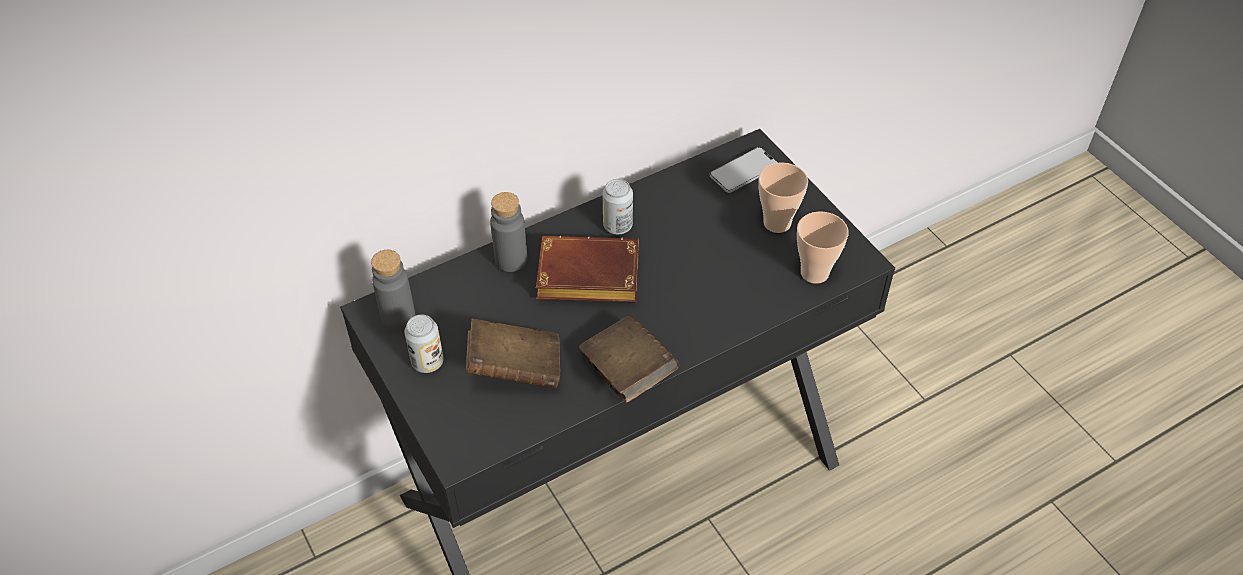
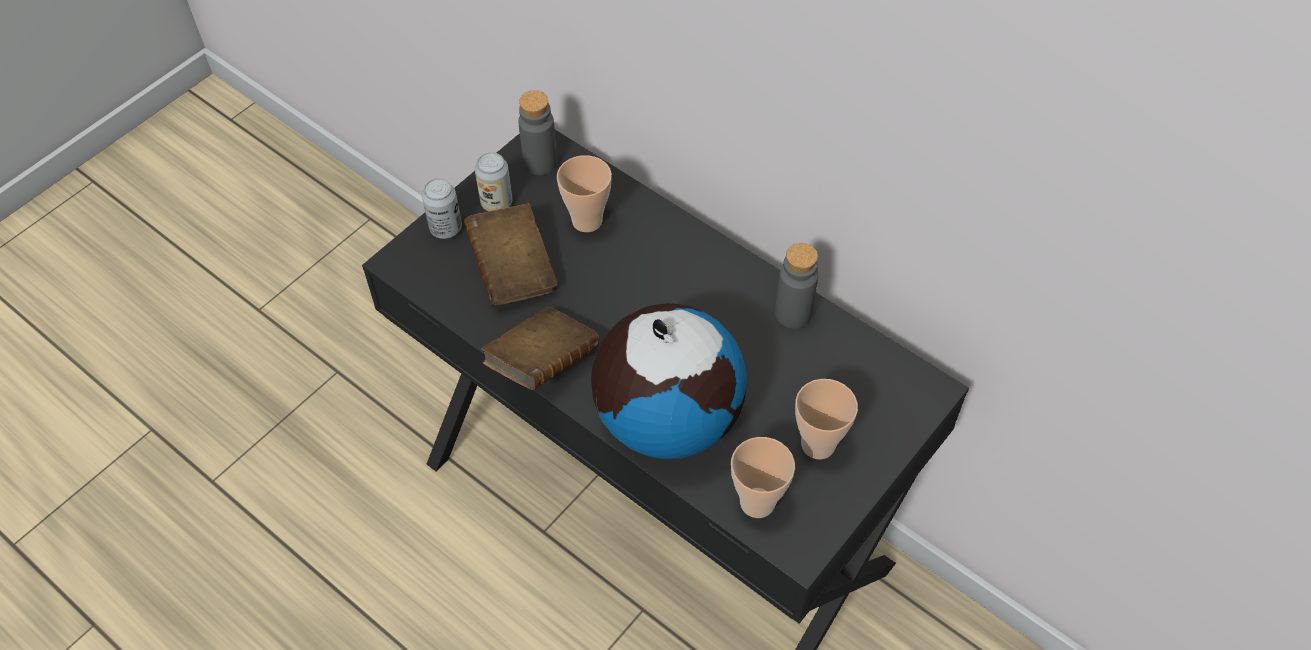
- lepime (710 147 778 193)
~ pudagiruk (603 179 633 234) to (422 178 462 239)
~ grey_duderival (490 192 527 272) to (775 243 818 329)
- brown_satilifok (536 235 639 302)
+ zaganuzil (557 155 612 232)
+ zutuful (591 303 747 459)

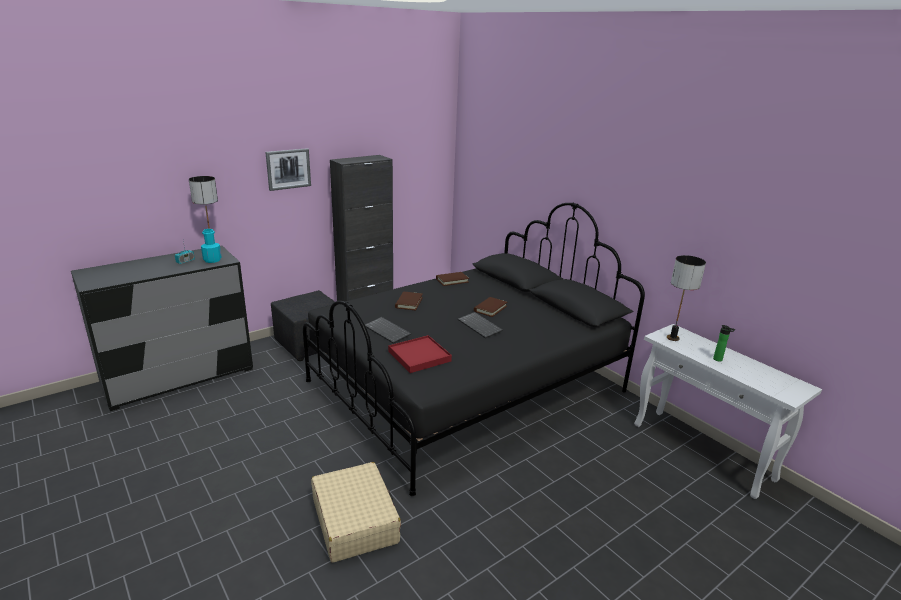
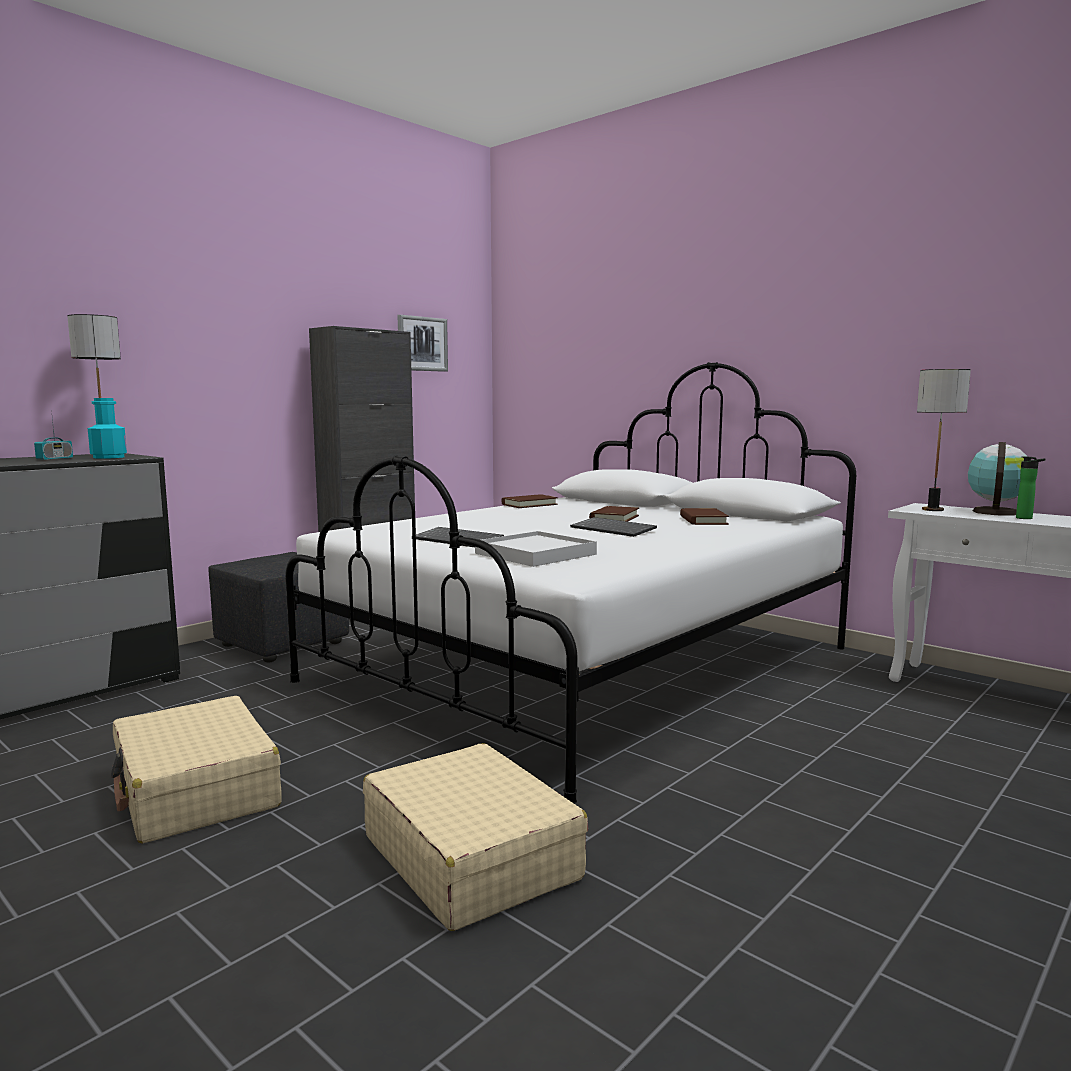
~ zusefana (265 148 311 191) to (398 315 448 372)
~ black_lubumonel (303 202 645 496) to white_lubumonel (285 362 856 804)
~ brown_satilifok (395 292 423 310) to (680 508 729 525)
~ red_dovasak (388 335 452 373) to white_dovasak (475 531 597 567)
+ zutuful (968 442 1028 516)
+ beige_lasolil (111 696 281 844)

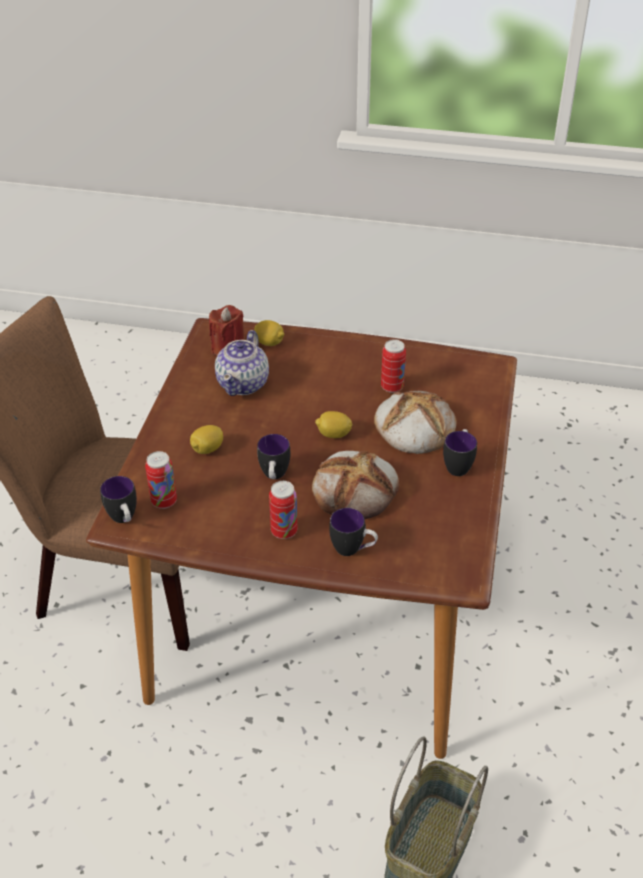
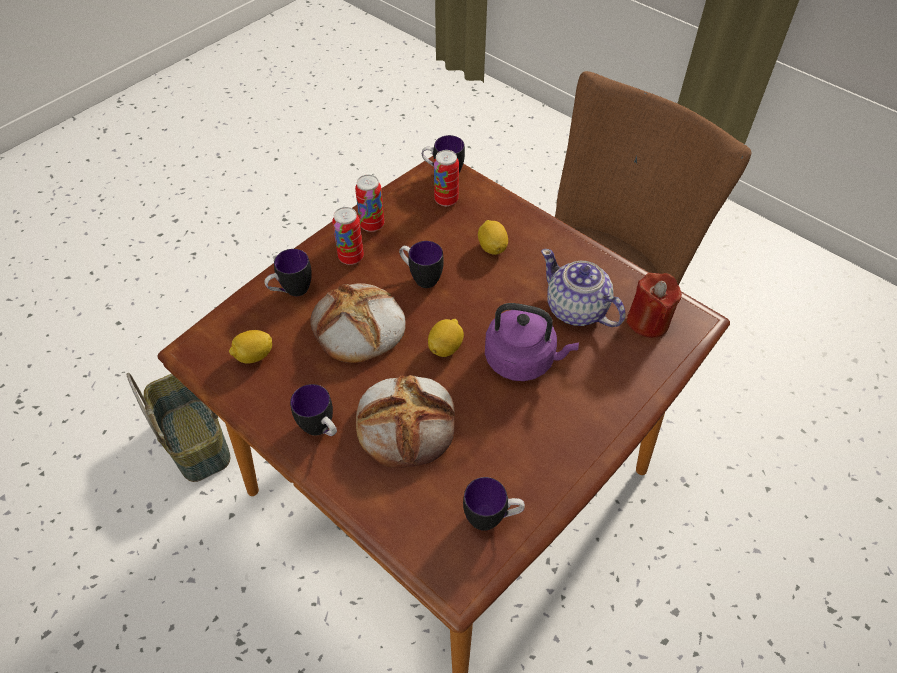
~ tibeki (254 320 284 346) to (229 330 272 364)
~ pudagiruk (381 339 406 393) to (355 175 384 232)
+ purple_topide (485 303 579 381)
+ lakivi (463 477 525 531)

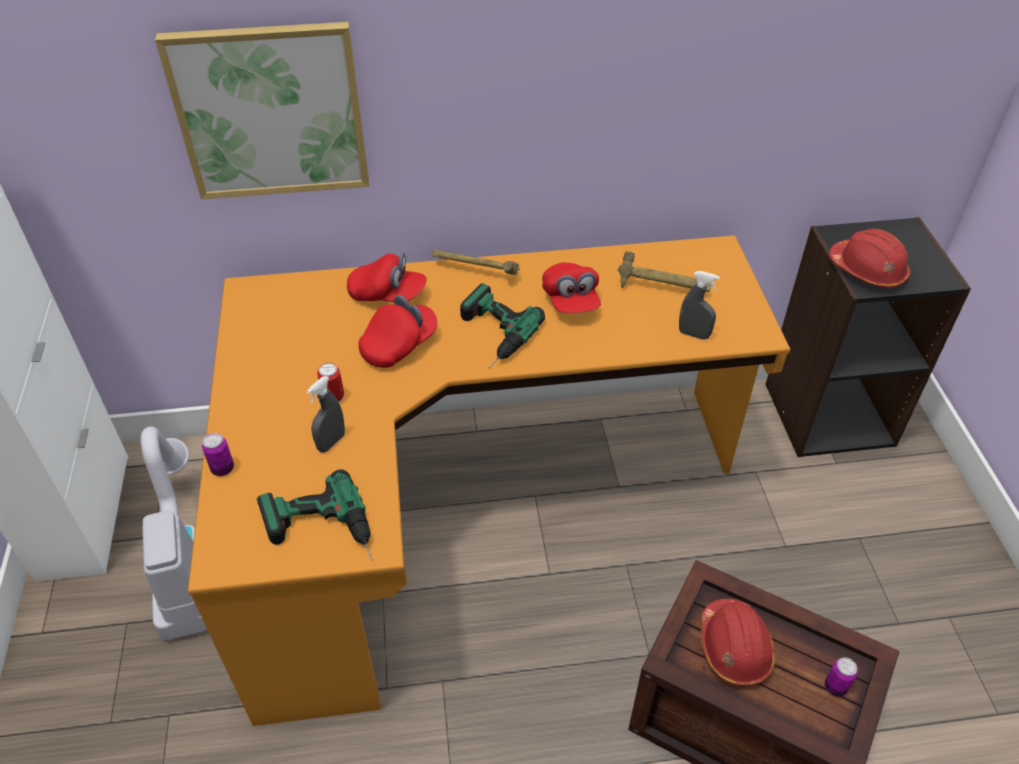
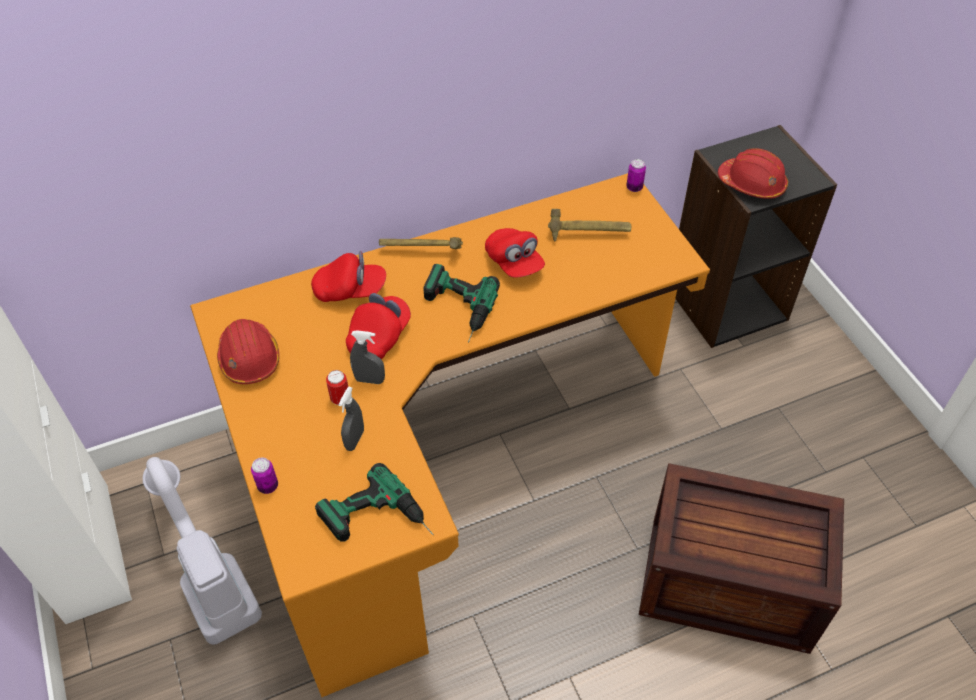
- zusefana (155 22 369 200)
~ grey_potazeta (679 271 720 340) to (350 330 385 384)
~ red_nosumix (701 599 775 687) to (217 319 280 384)
~ pudagiruk (825 657 858 697) to (626 159 646 192)

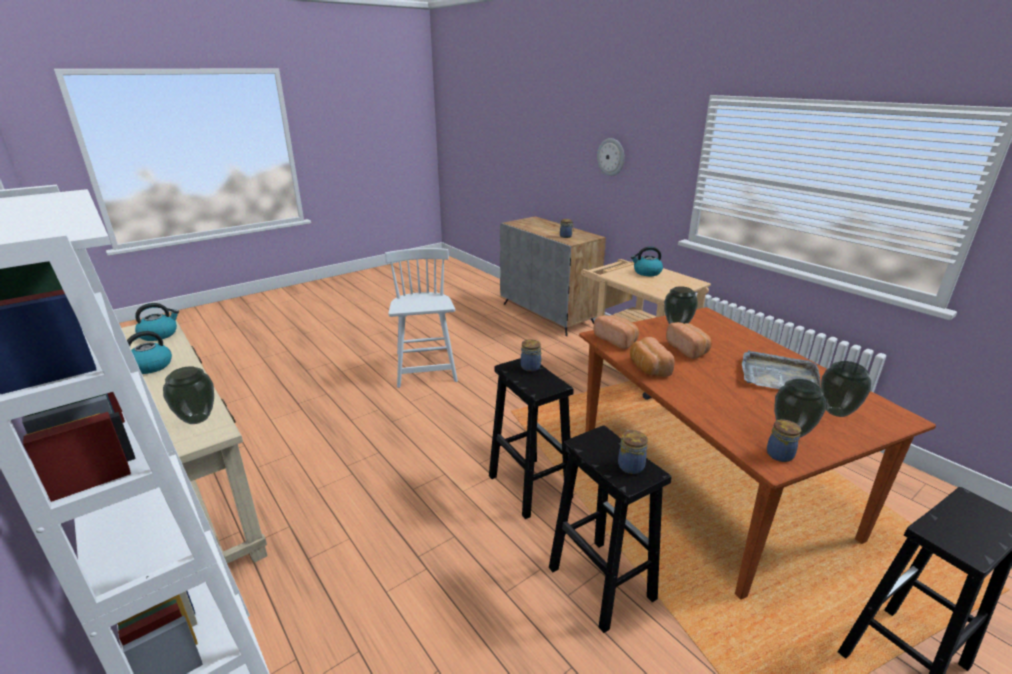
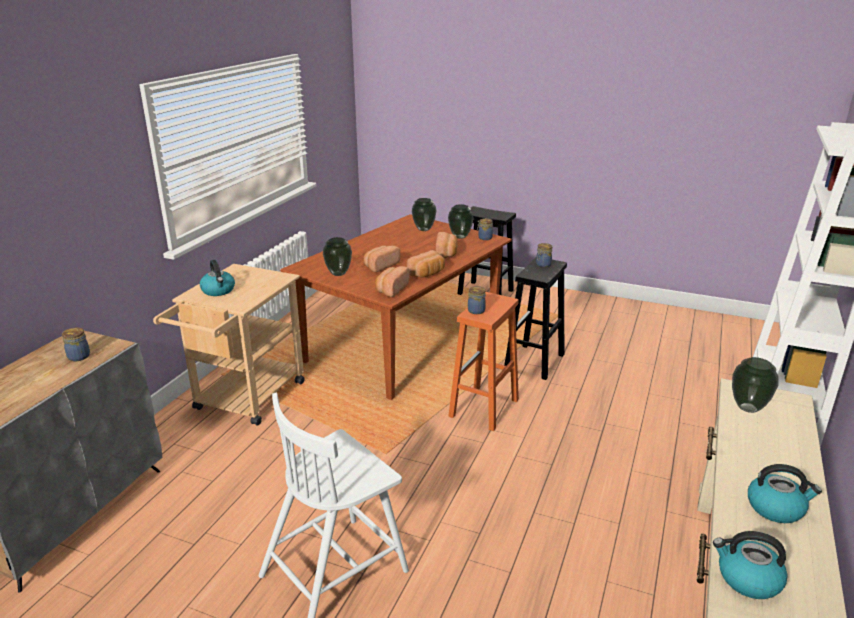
- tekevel (597 138 625 176)
- grey_dovasak (742 350 821 389)
~ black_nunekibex (489 358 574 519) to orange_nunekibex (448 292 519 431)
+ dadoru (436 232 458 258)

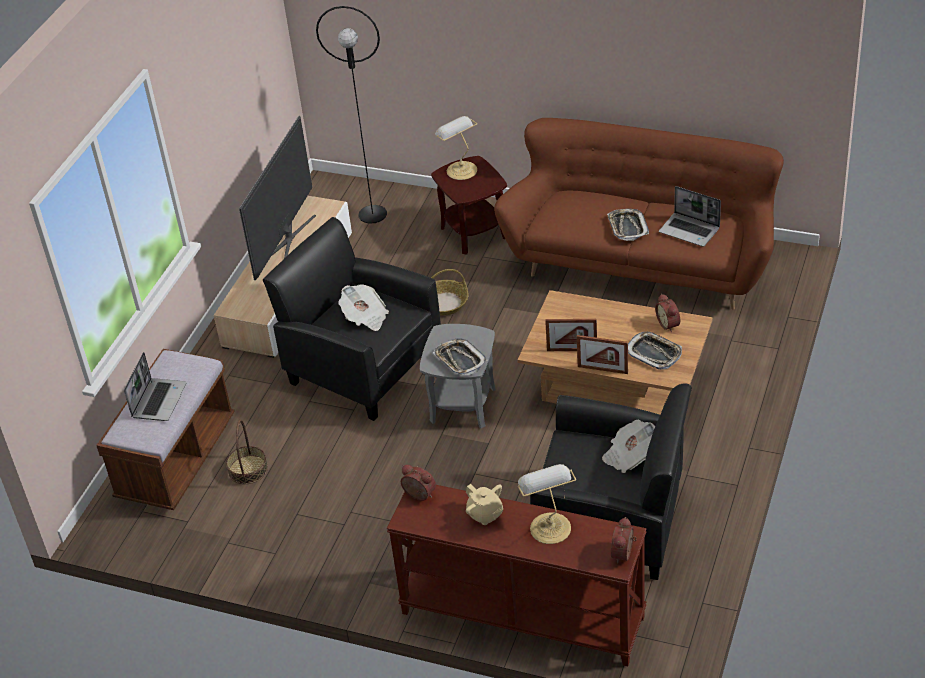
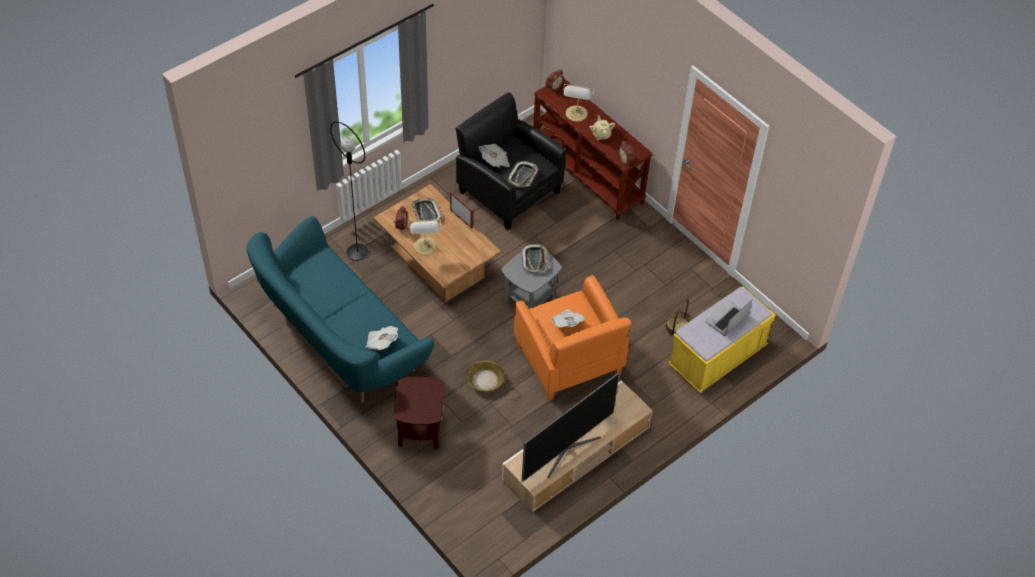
~ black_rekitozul (316 6 387 224) to (330 121 369 261)
~ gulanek (435 116 477 180) to (408 219 441 255)
~ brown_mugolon (494 118 784 310) to turquoise_mugolon (246 216 434 403)
- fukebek (659 186 721 247)
~ dovasak (607 209 649 241) to (508 161 539 187)
~ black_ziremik (263 217 441 421) to orange_ziremik (514 275 632 401)
- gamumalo (545 319 597 351)
~ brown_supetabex (96 349 235 510) to yellow_supetabex (668 287 776 393)
+ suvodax (366 326 398 350)

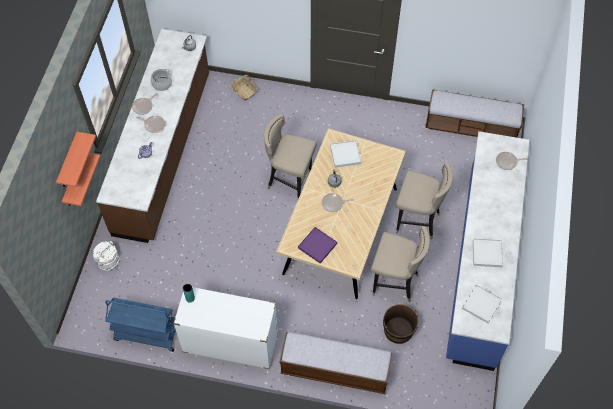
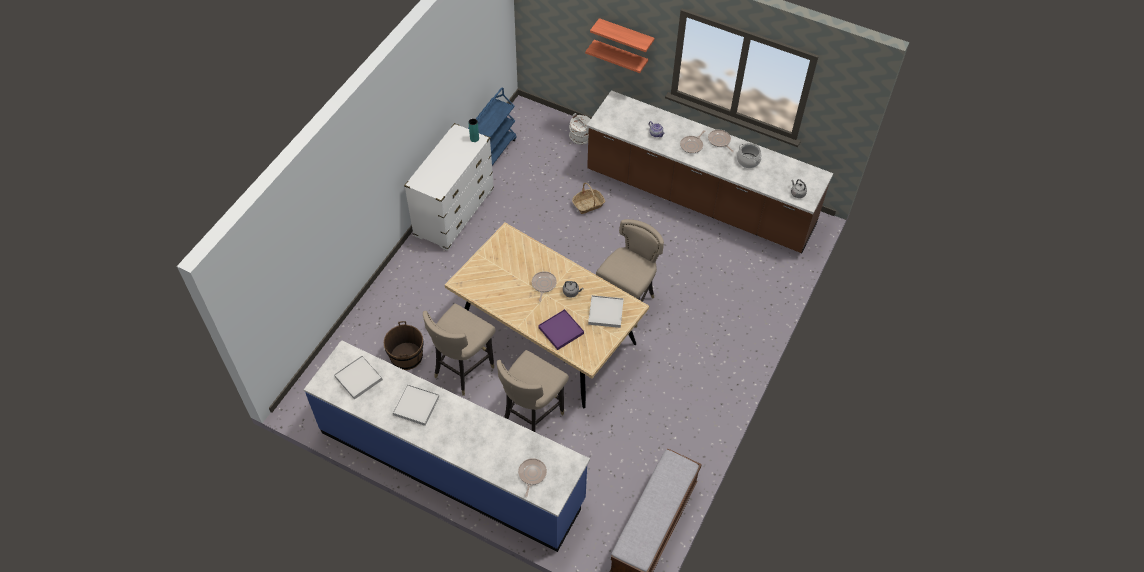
~ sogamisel (231 75 257 100) to (572 183 605 214)
~ purple_dovasak (298 227 337 263) to (538 309 584 350)
- supetabex (280 332 392 394)

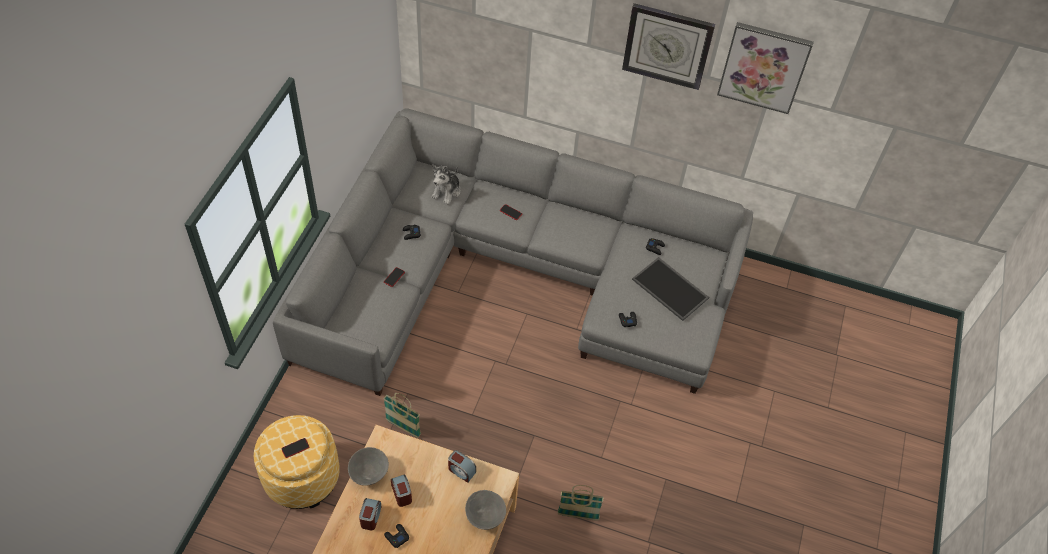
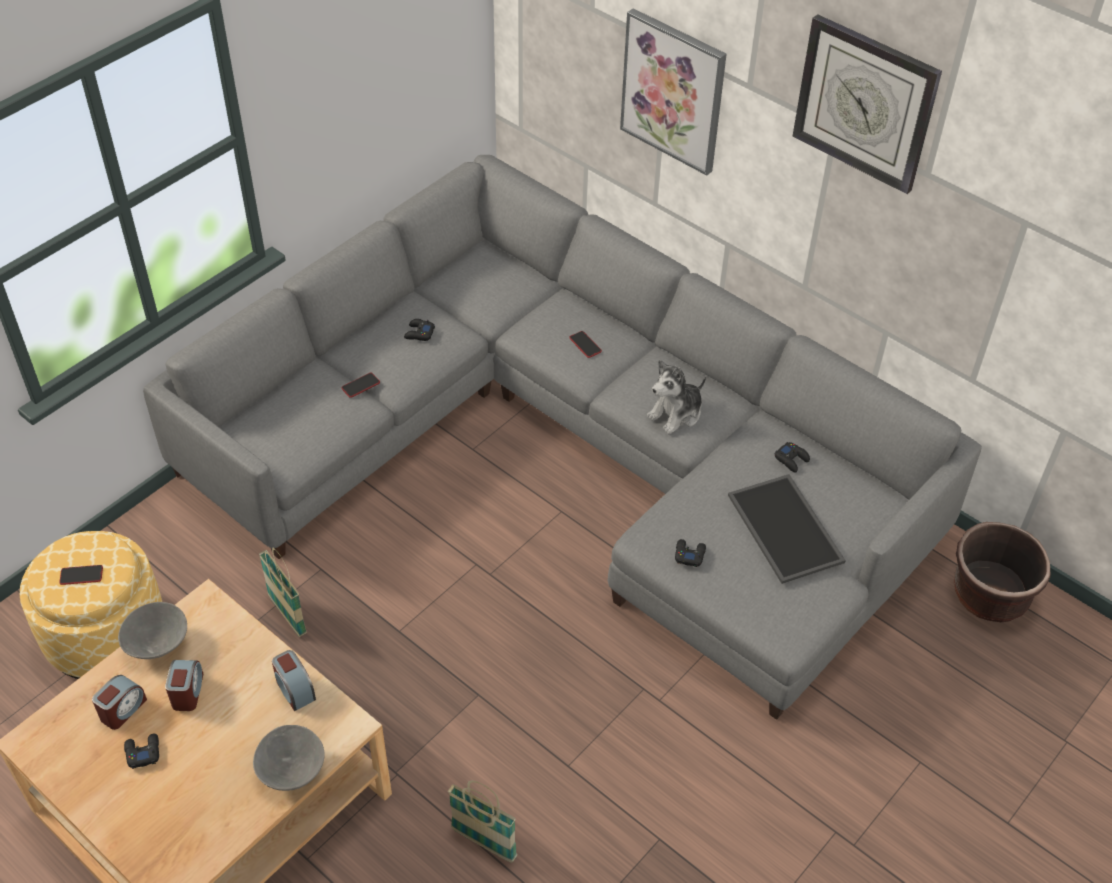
~ zusefana (717 22 814 114) to (620 8 727 176)
~ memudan (431 165 461 205) to (647 360 706 434)
+ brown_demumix (954 522 1051 622)

